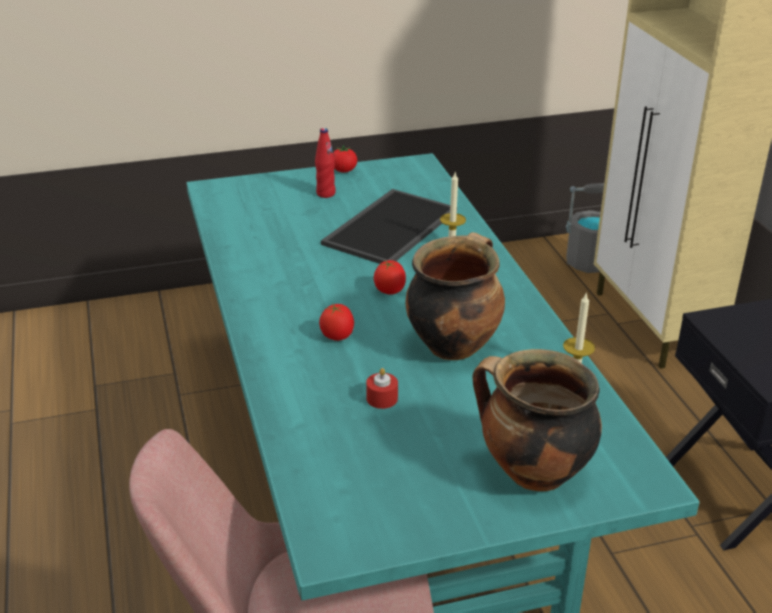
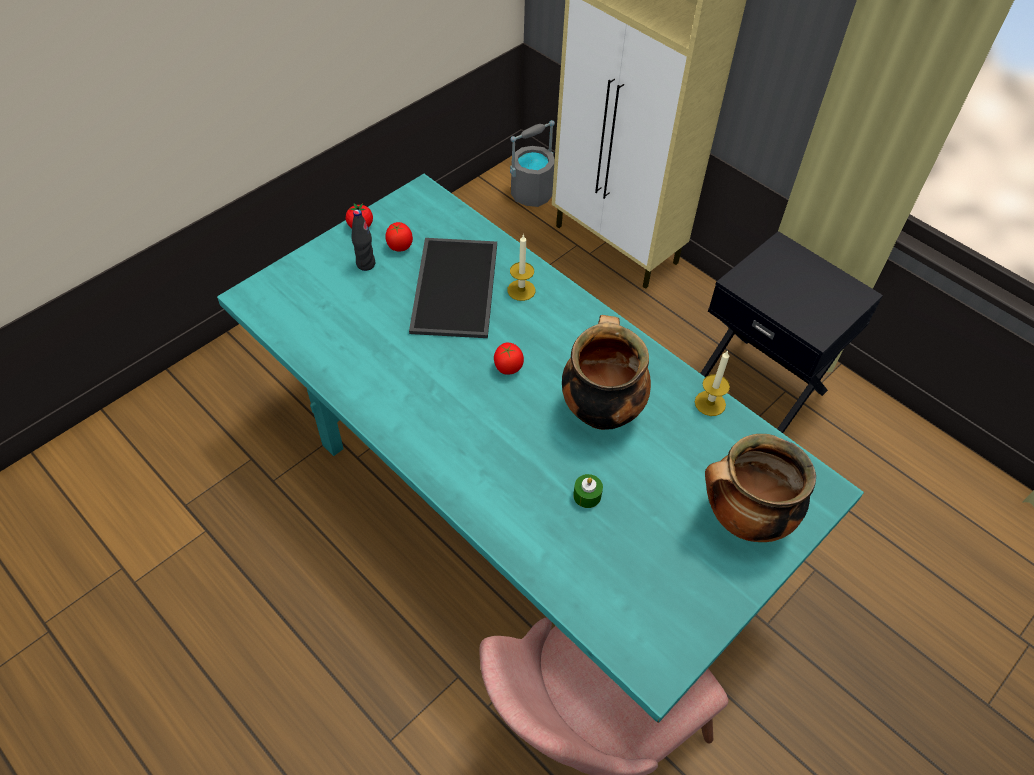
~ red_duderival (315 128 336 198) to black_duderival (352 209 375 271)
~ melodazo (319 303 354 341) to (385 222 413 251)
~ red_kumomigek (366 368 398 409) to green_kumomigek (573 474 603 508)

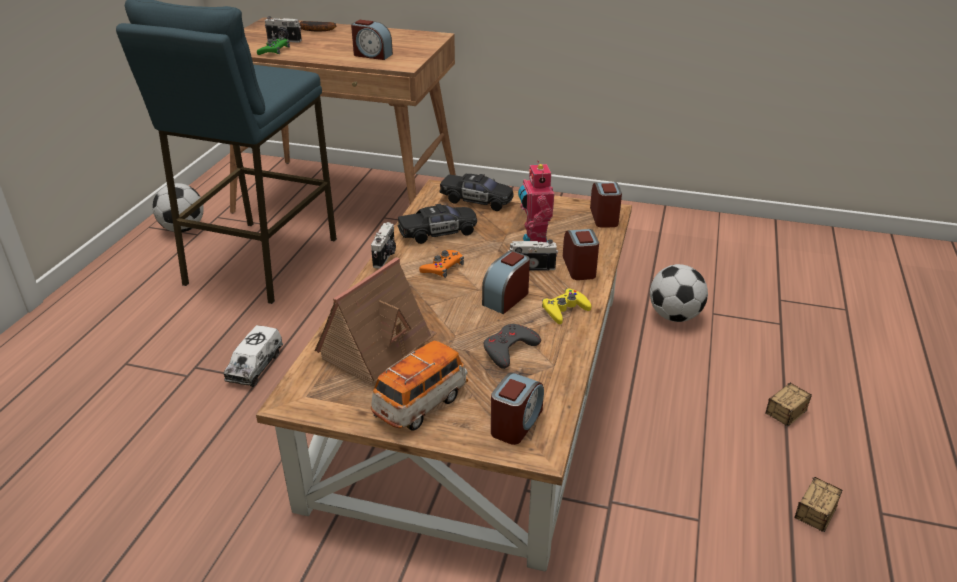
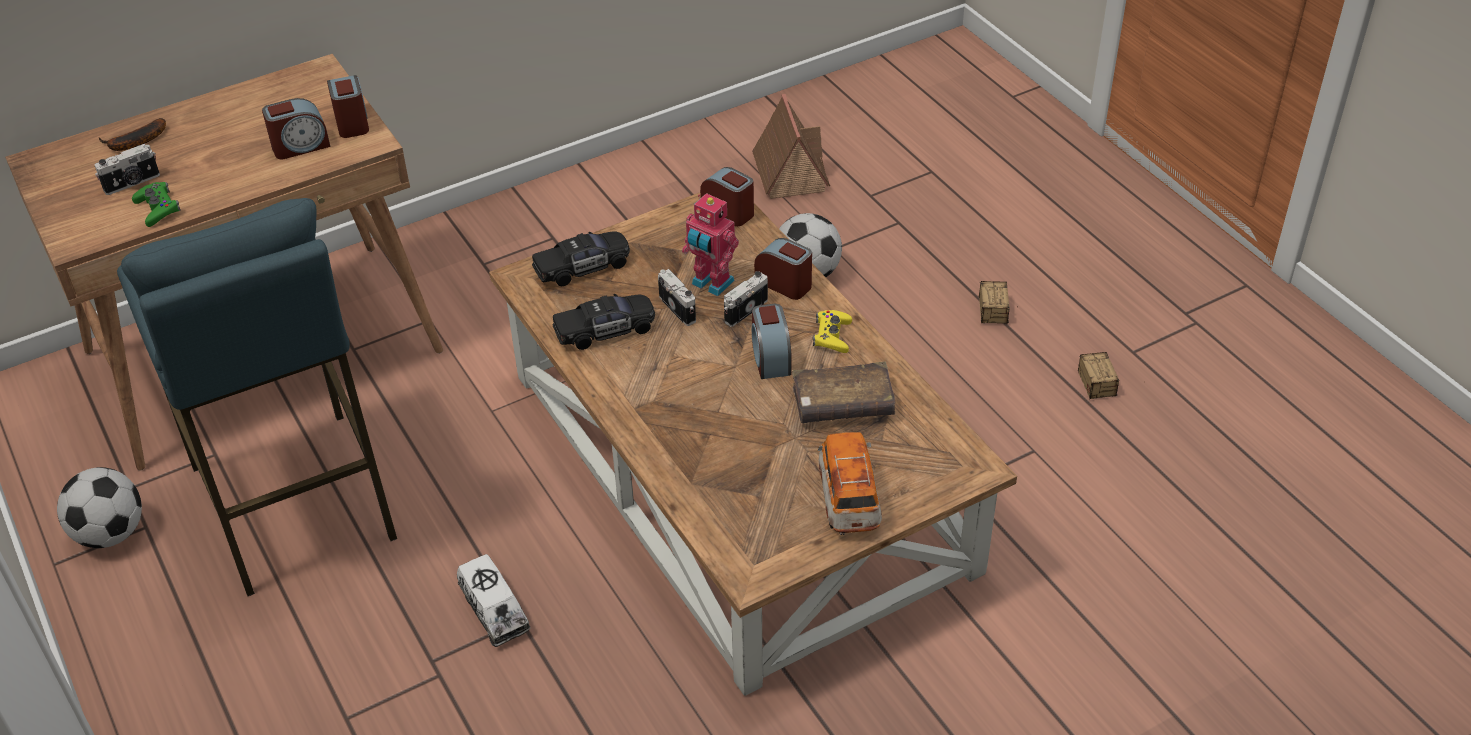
~ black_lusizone (398 204 477 244) = (553 294 655 350) 45 degrees clockwise
~ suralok (371 222 396 269) to (658 269 696 326)
- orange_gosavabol (419 250 464 278)
~ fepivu (315 257 437 385) to (752 94 830 199)
~ grey_gosavabol (483 324 541 369) to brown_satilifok (792 361 895 423)
~ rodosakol (491 373 544 445) to (327 75 369 138)

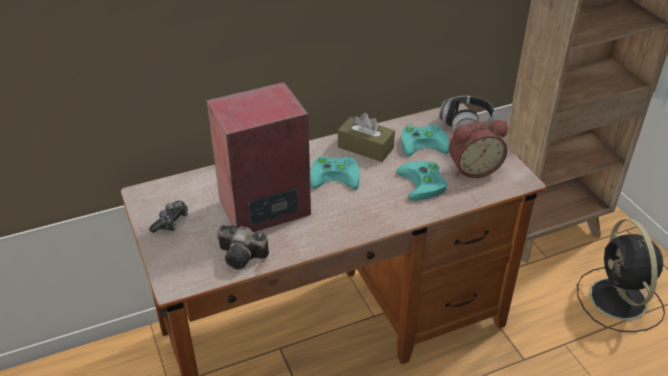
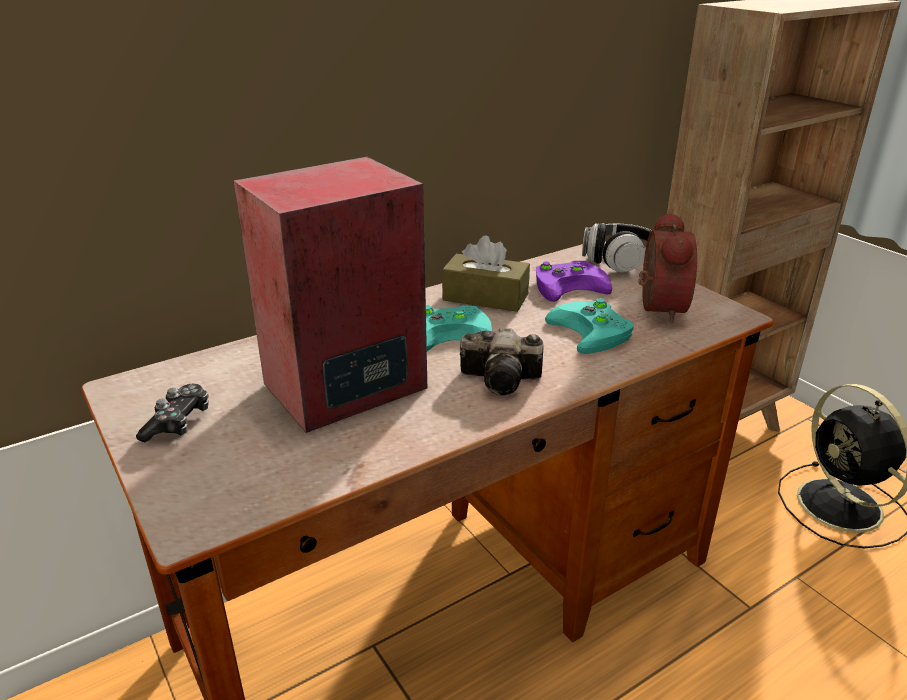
~ rodosakol (449 120 508 178) = (638 212 697 323) 60 degrees counterclockwise
~ turquoise_gosavabol (402 125 449 156) to purple_gosavabol (536 261 612 302)
~ suralok (217 226 269 269) to (460 327 544 395)

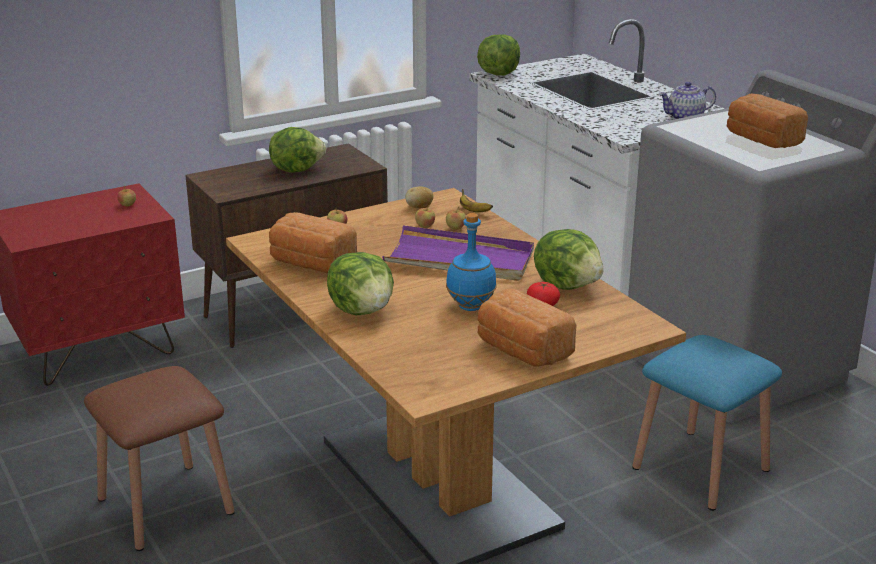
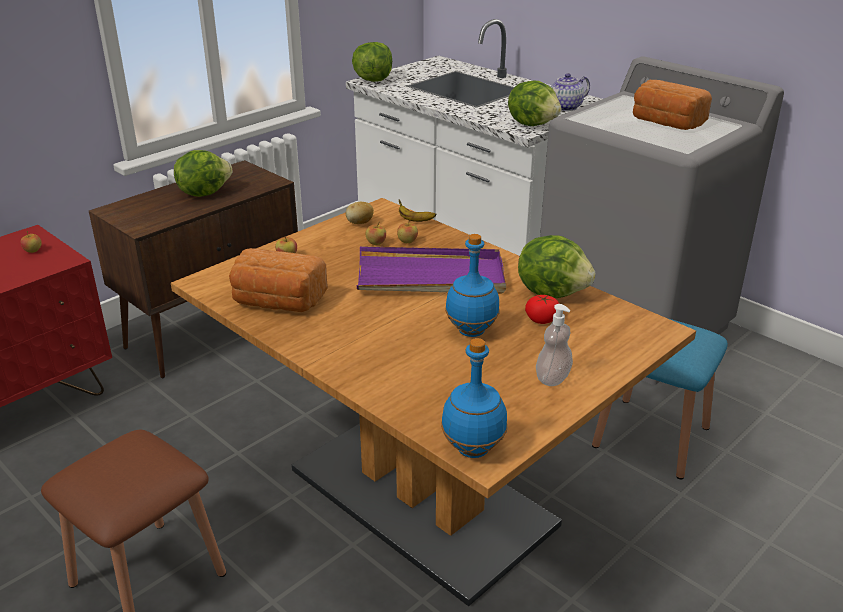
~ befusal (327 252 394 315) to (508 81 561 126)
~ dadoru (478 288 577 367) to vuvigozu (536 304 573 386)
+ blue_duderival (441 338 507 458)

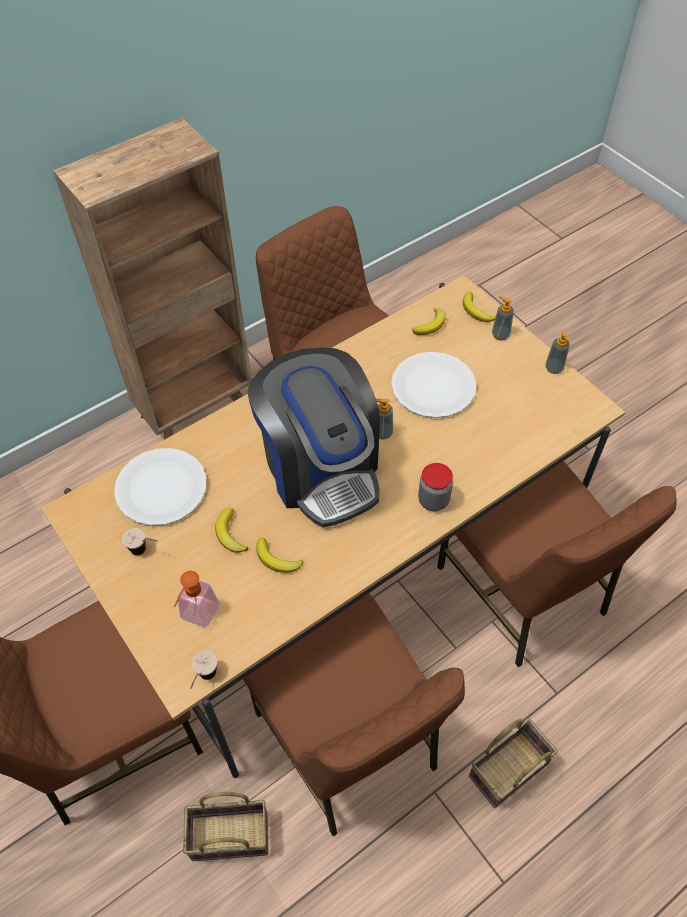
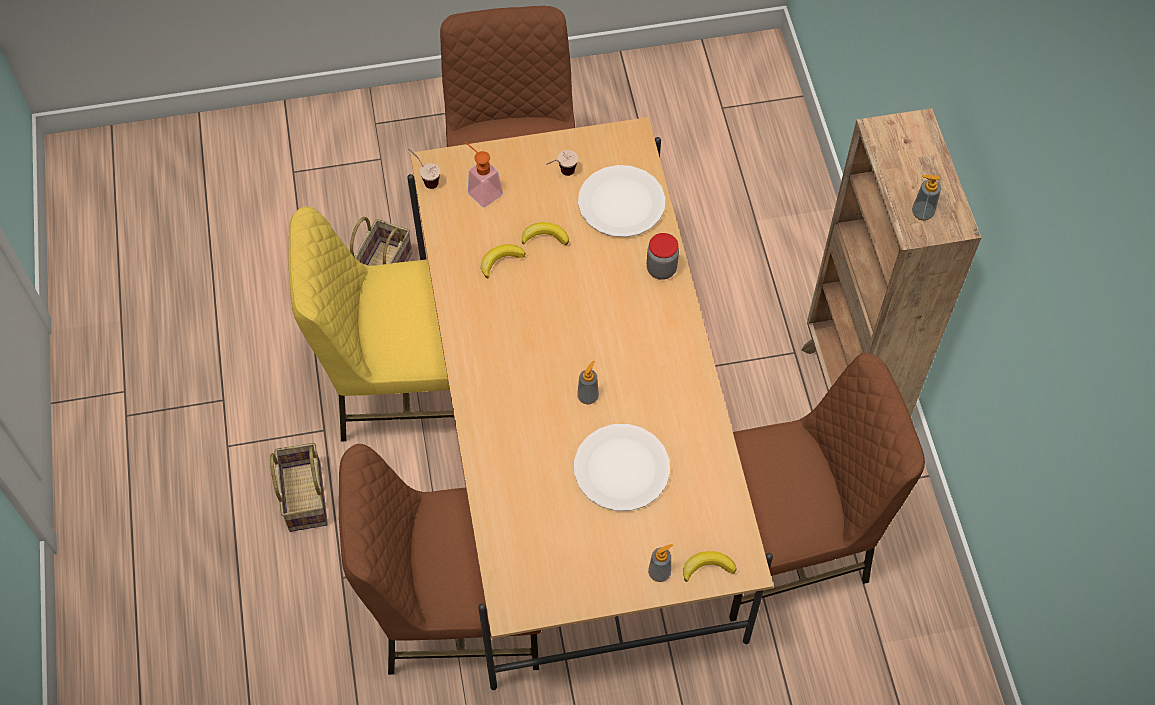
- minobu (412 308 446 335)
~ vuvigozu (545 331 570 374) to (912 175 941 221)
- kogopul (247 348 380 527)
~ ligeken (418 463 453 511) to (647 233 679 280)
~ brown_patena (243 593 465 836) to yellow_patena (288 206 454 442)

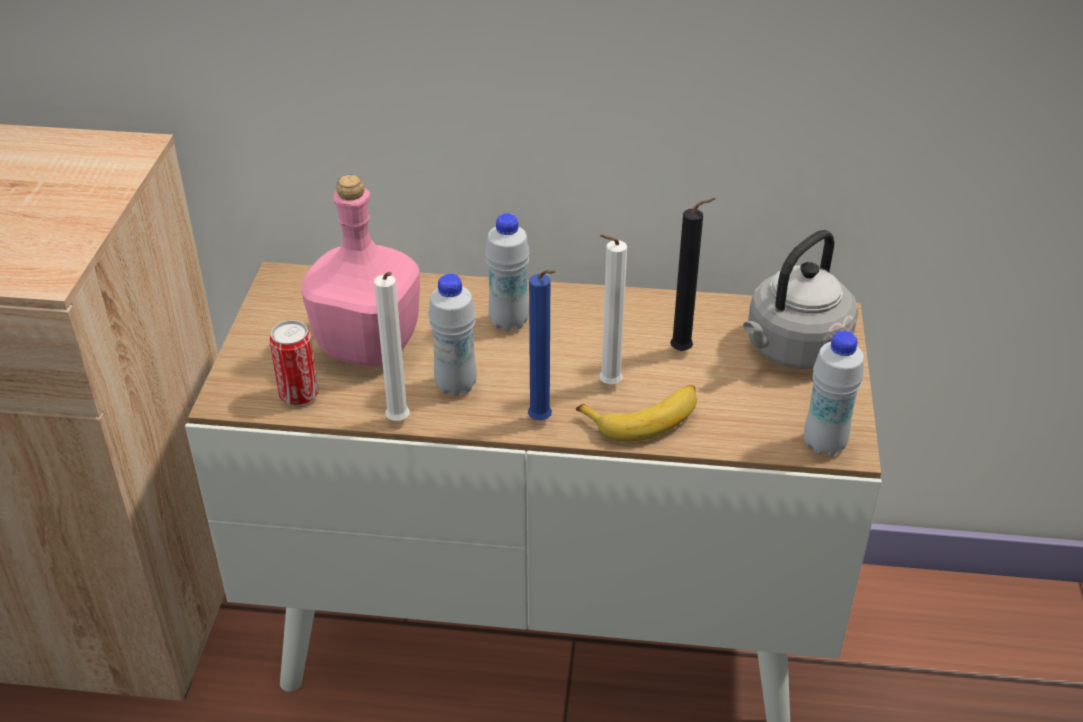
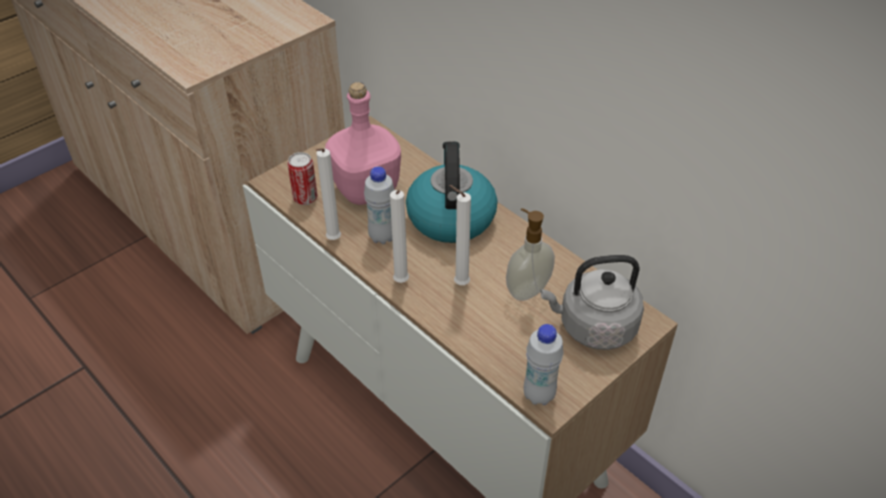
~ black_kumomigek (670 198 716 351) to vuvigozu (506 208 555 301)
~ white_duderival (485 213 530 331) to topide (406 142 497 243)
~ blue_kumomigek (528 270 556 420) to white_kumomigek (390 190 409 283)
- minobu (576 385 697 442)

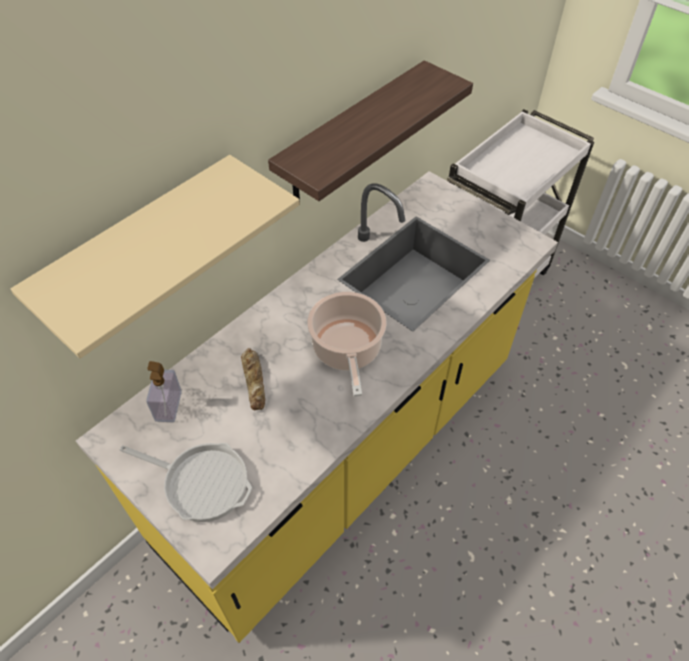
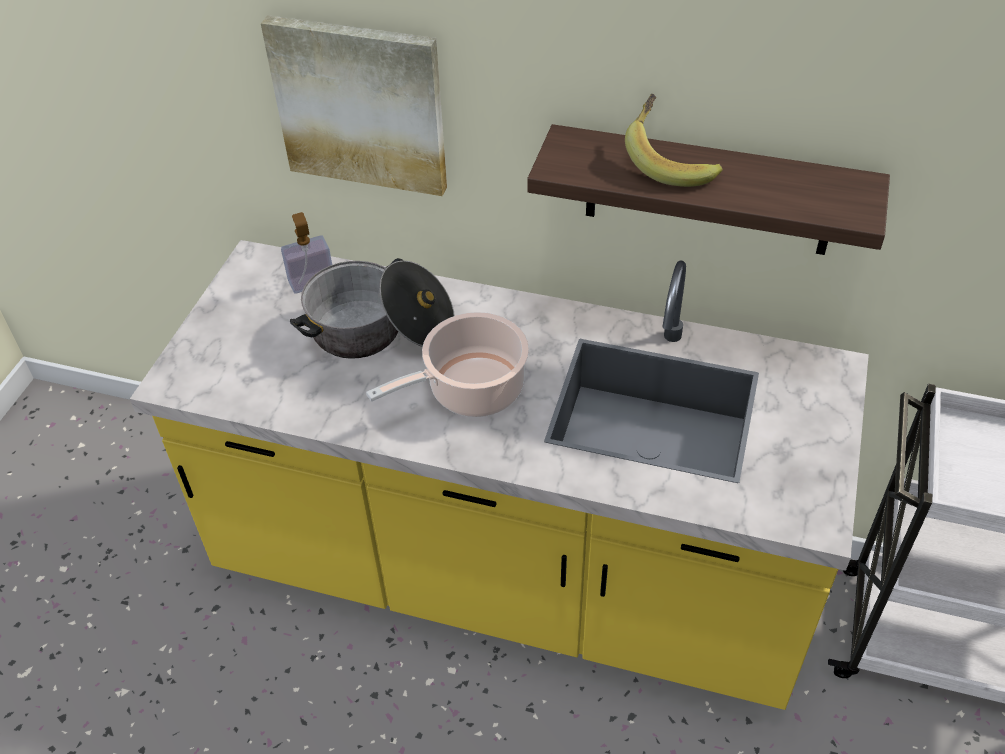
~ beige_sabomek (11 155 300 359) to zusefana (261 15 447 196)
~ dadoru (241 348 265 410) to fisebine (290 258 455 359)
- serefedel (120 443 252 522)
+ minobu (625 94 723 187)

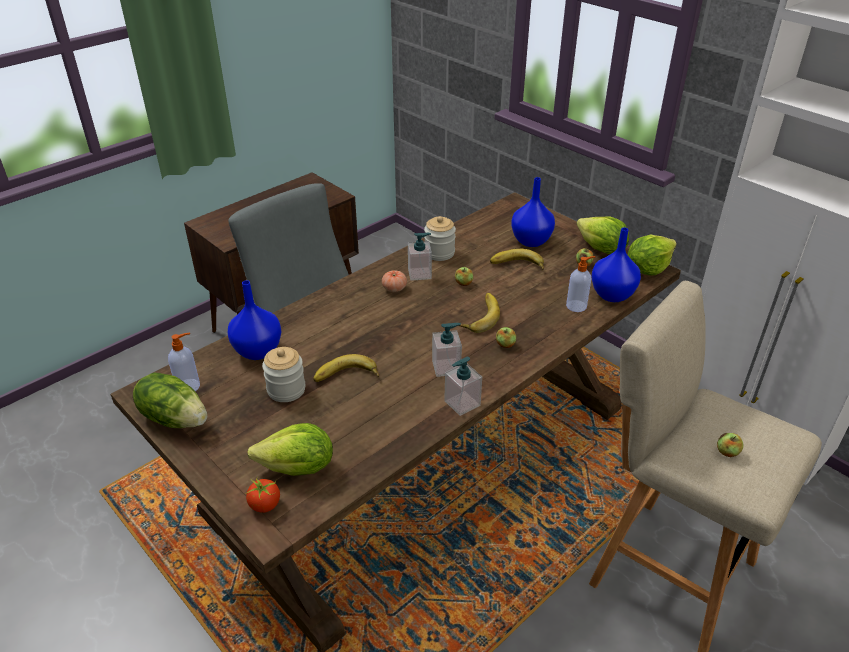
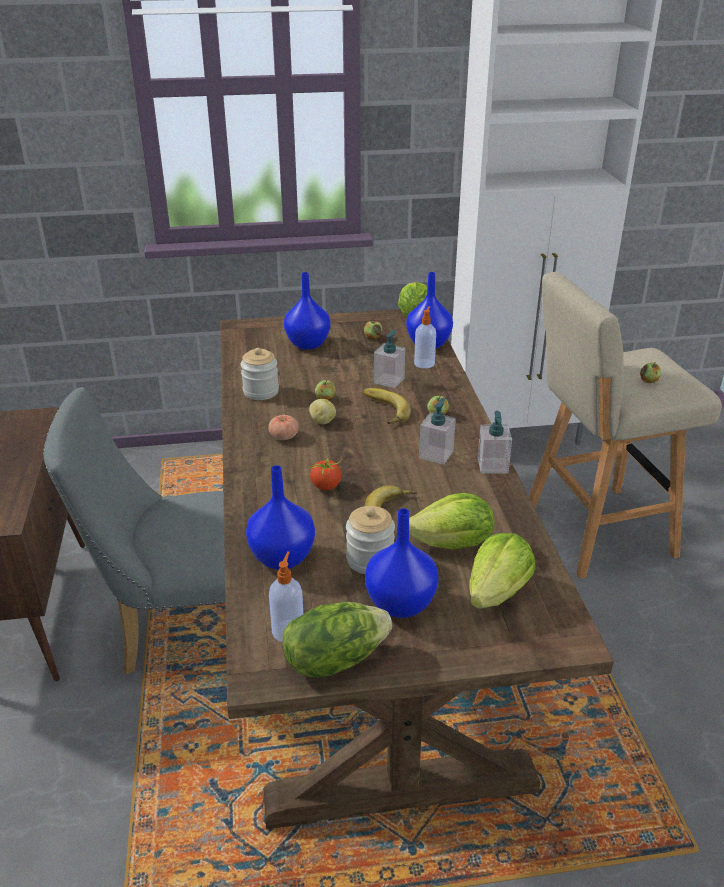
~ befusal (576 216 629 254) to (409 493 494 550)
~ vuvigozu (408 233 432 281) to (374 330 405 388)
- minobu (490 249 544 270)
~ melodazo (245 477 280 513) to (309 457 342 490)
+ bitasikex (309 399 336 424)
+ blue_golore (365 508 438 618)

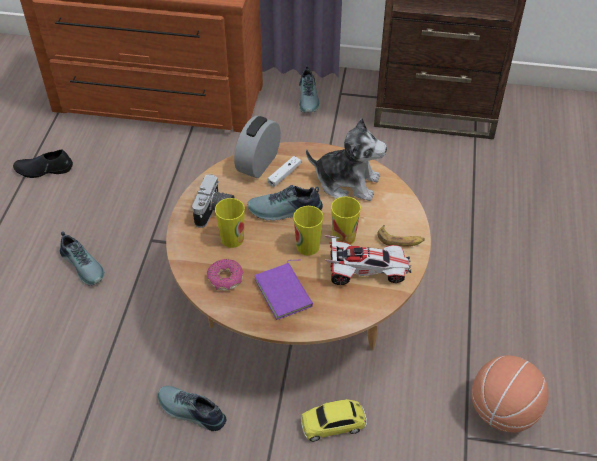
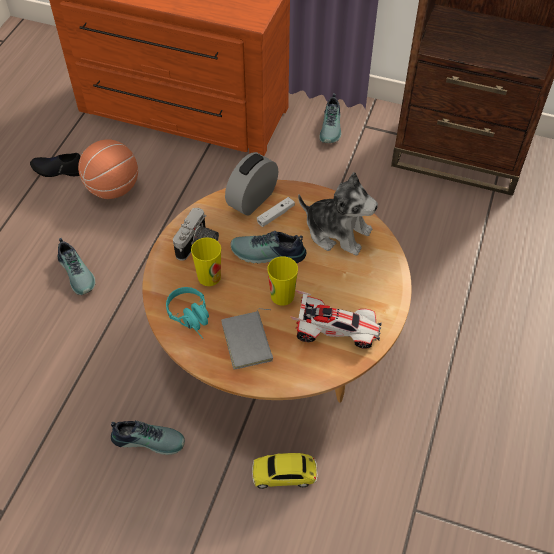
- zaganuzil (331 196 361 245)
- minobu (377 225 425 247)
~ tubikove (207 259 243 291) to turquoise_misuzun (166 287 209 339)
~ purple_satilifok (254 260 313 320) to grey_satilifok (221 308 273 370)
~ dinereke (471 355 549 433) to (78 139 138 199)
~ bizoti (158 386 227 431) = (111 421 185 455) 150 degrees clockwise

